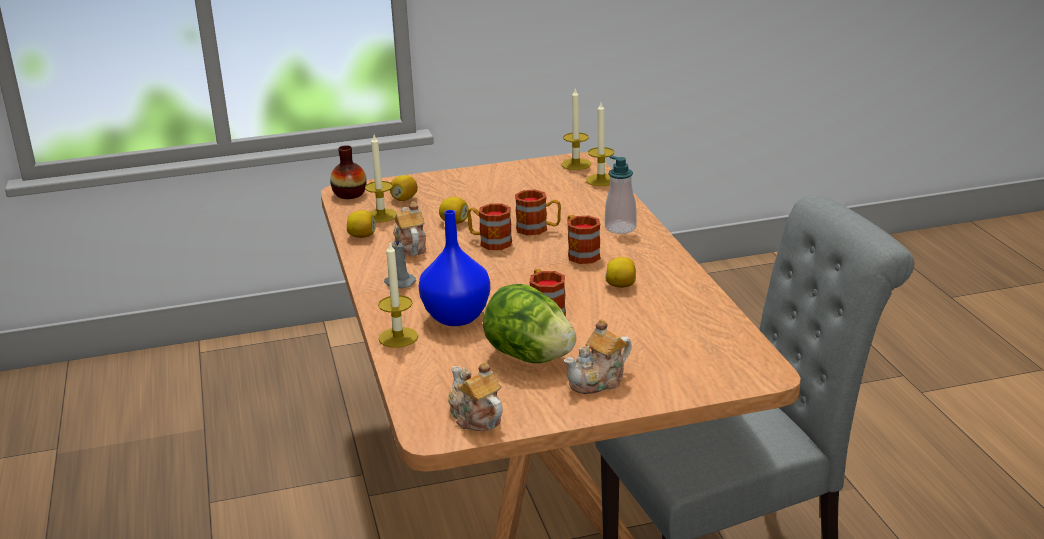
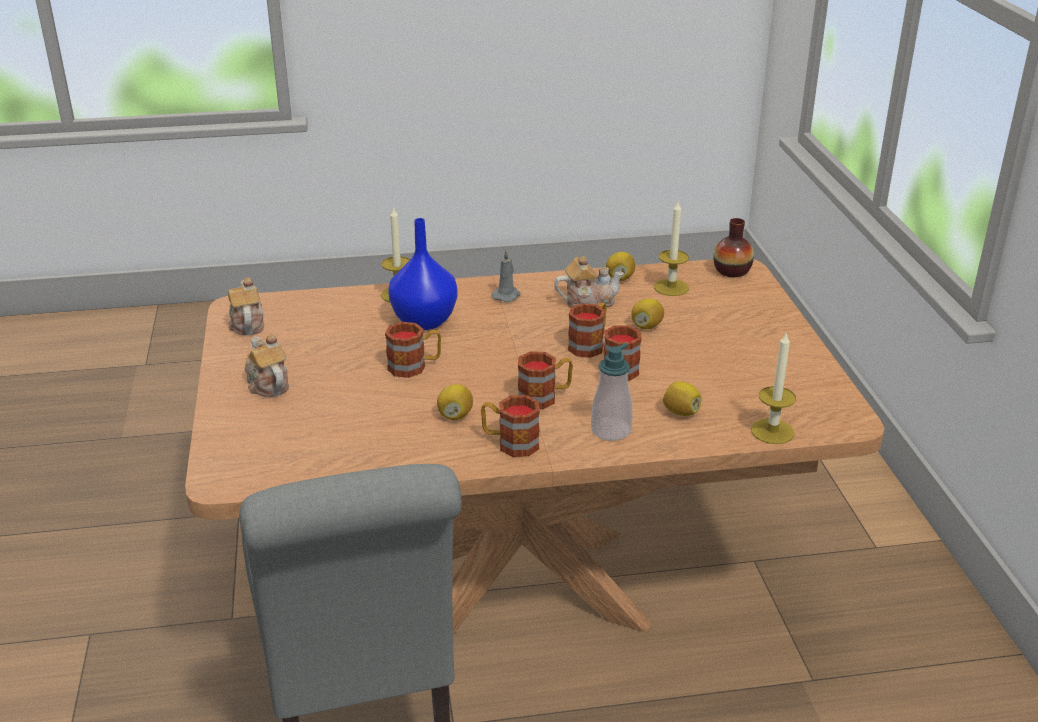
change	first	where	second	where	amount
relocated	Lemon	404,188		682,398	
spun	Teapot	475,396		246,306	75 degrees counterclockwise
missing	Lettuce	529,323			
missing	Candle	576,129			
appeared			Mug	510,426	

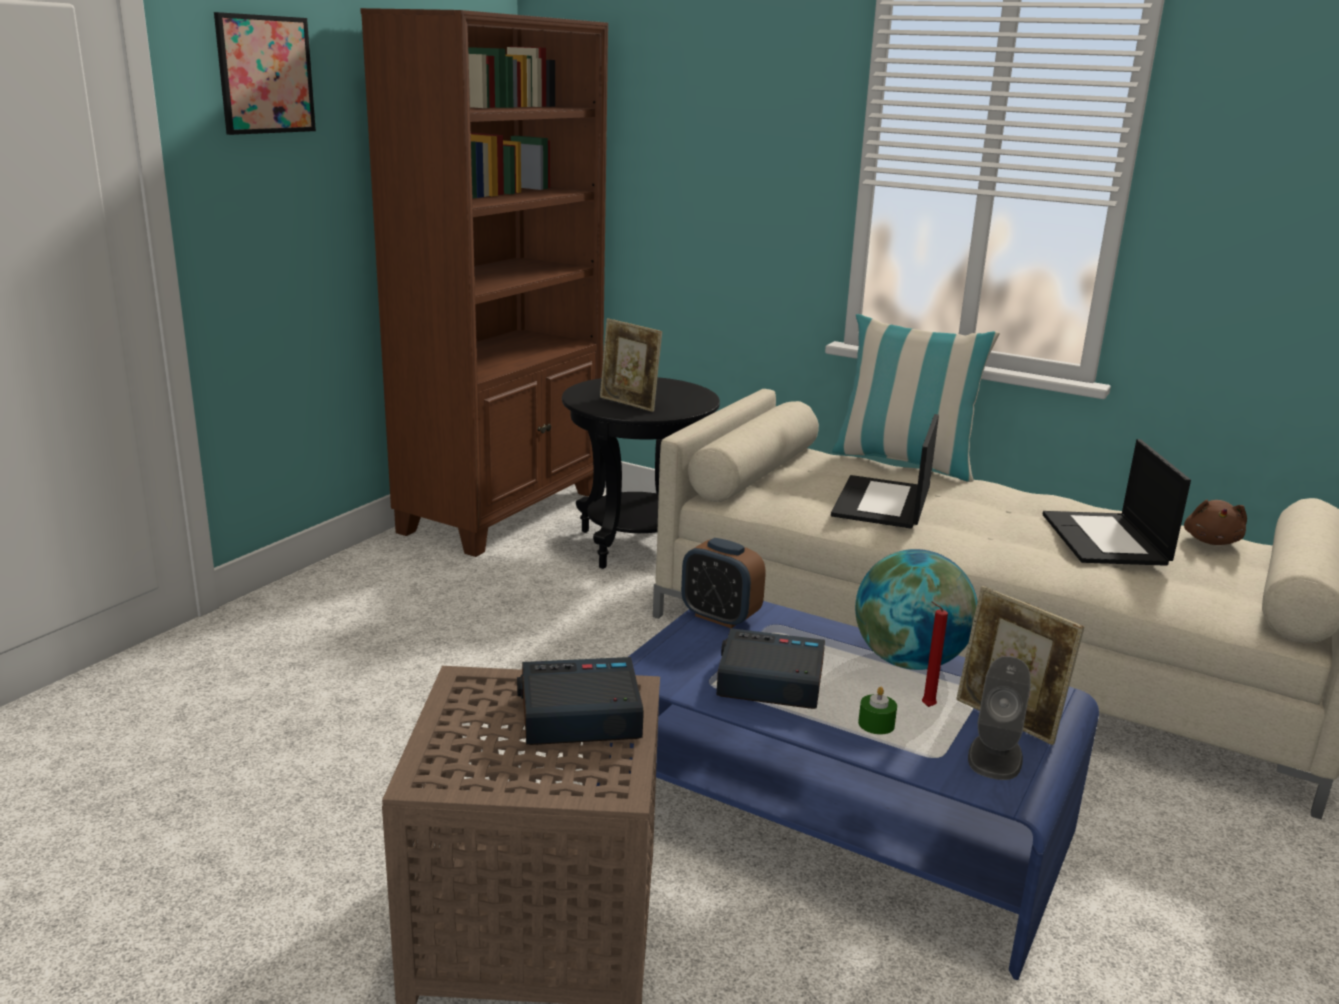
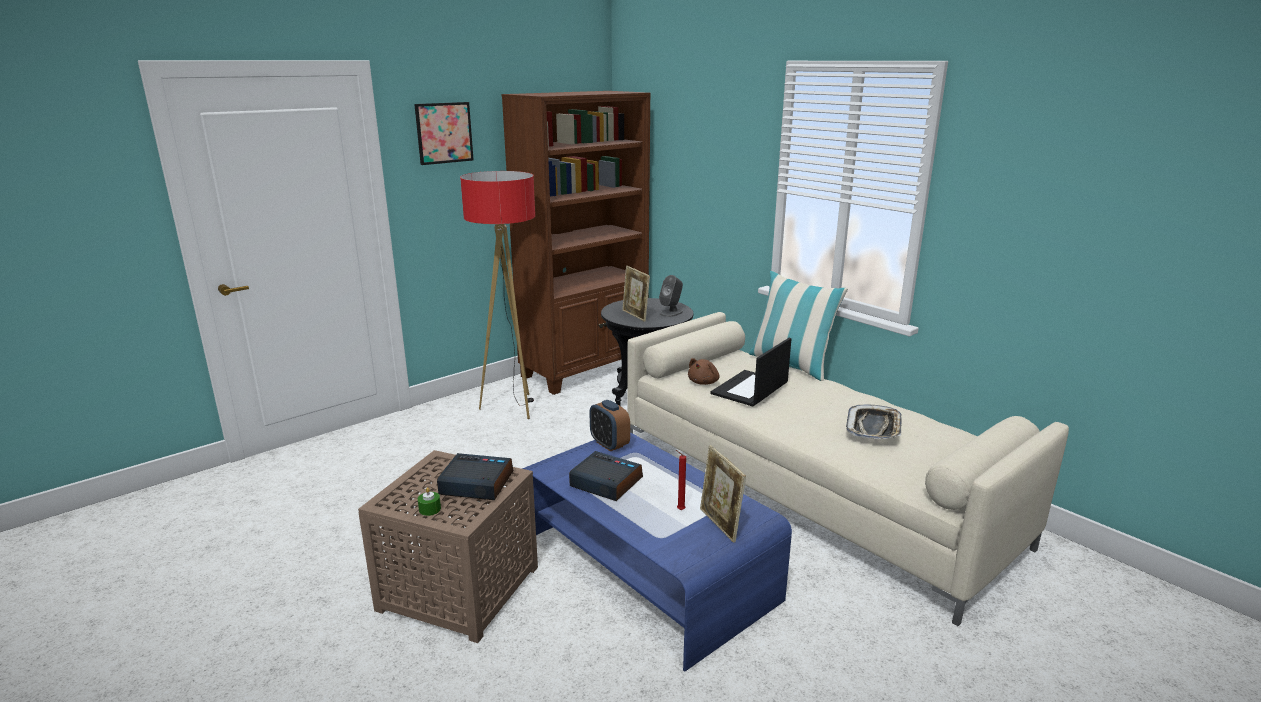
change	first	where	second	where	amount
missing	Globe	916,609			
relocated	GreenCandle	877,711		429,501	
relocated	GreySpeaker	999,718		671,296	
exchanged	Laptop	1117,502	Tray	873,421	
relocated	BrownPlushToy	1215,522		704,371	
appeared			FloorLamp	497,295	

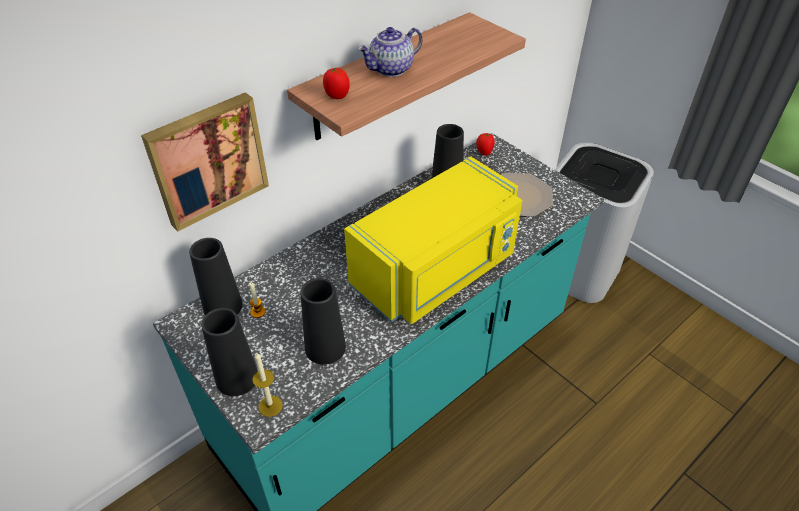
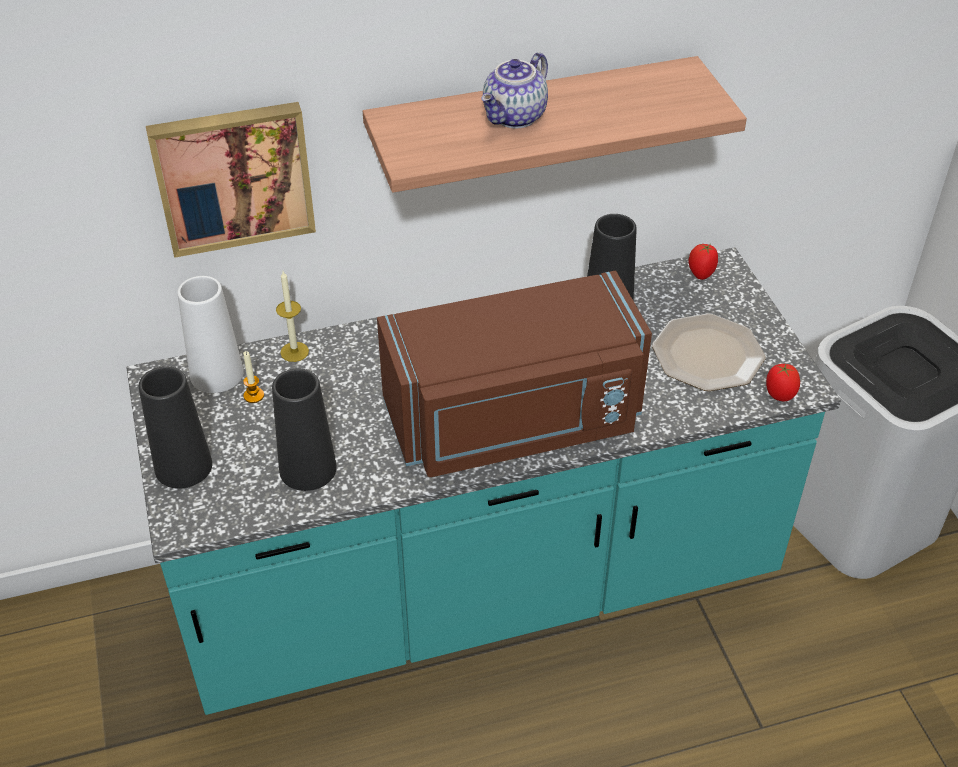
change	first	where	second	where	amount
colour	BlackVase	216,276	WhiteVase	210,334	
relocated	Candle	267,384		292,316	
relocated	Tomato	336,83		783,383	
colour	YellowMicrowave	433,240	BrownMicrowave	514,374	
spun	Teapot	390,52		514,90	45 degrees counterclockwise

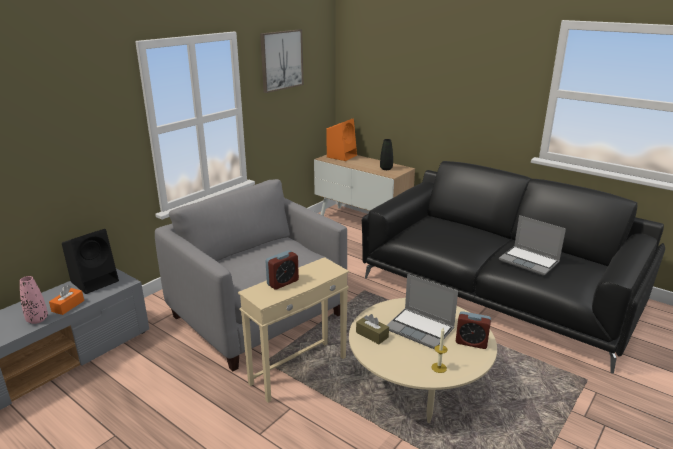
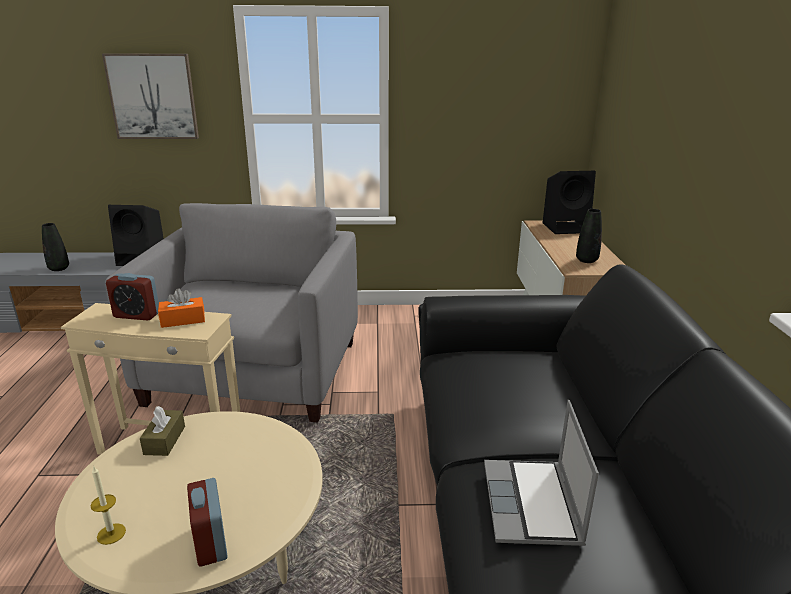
change	first	where	second	where	amount
colour	PinkVase	34,300	BlackVase	55,247	
relocated	OrangeTissueBox	66,300		181,308	
relocated	Picture	282,61		150,96	
colour	OrangeSpeaker	341,139	BlackSpeaker	569,202	
missing	Laptop	422,311			

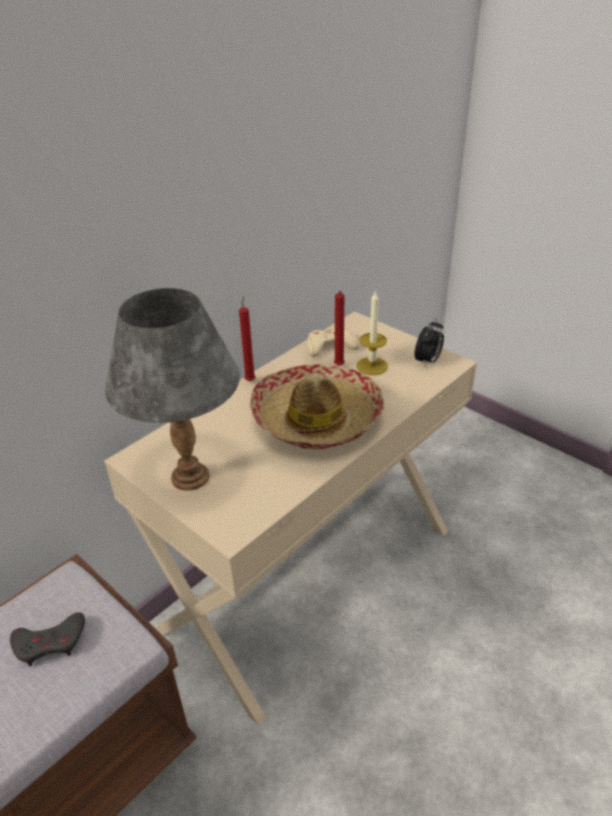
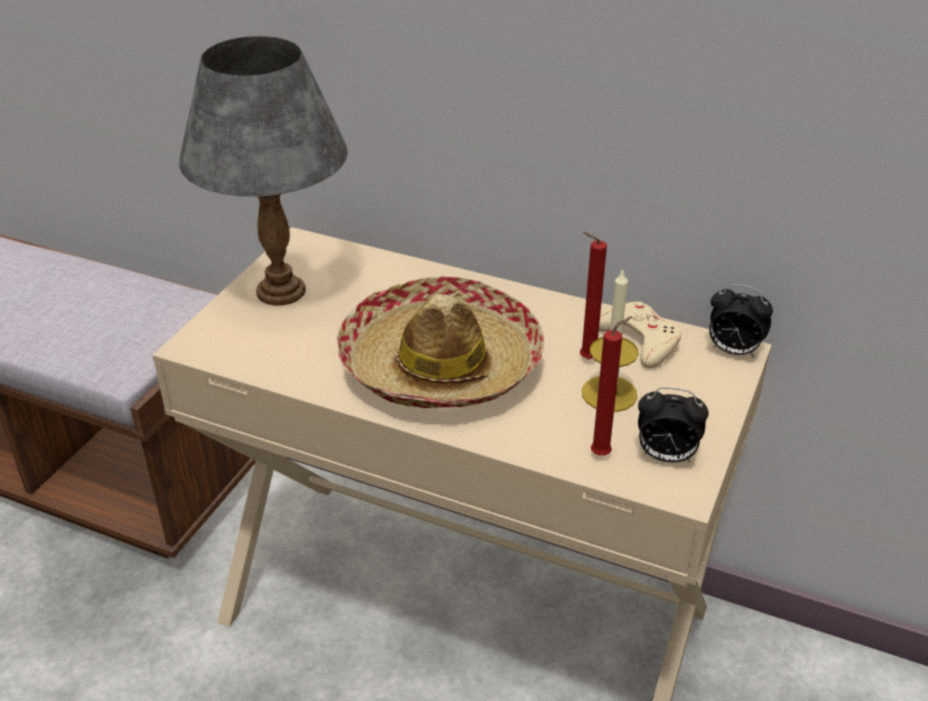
change	first	where	second	where	amount
missing	GreyGameController	47,639			
relocated	RedCandle	247,338		611,386	
appeared			AlarmClock	741,321	

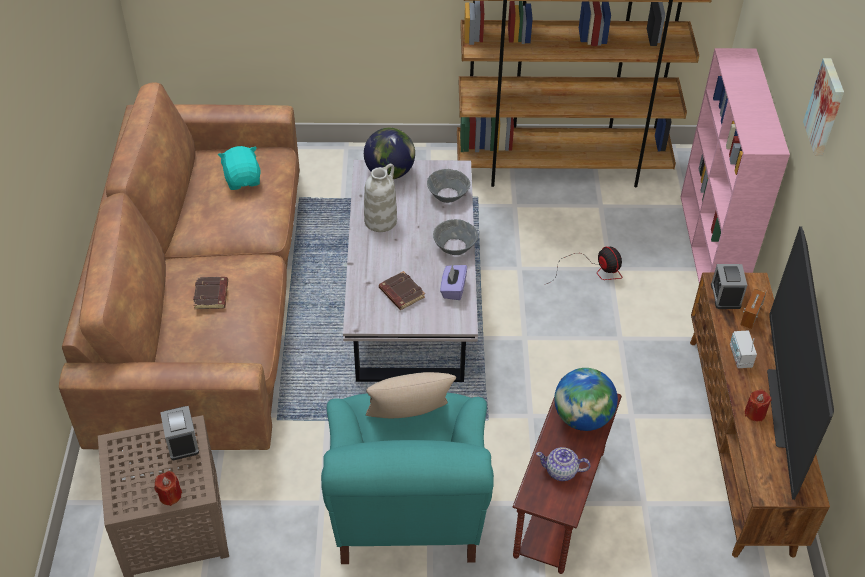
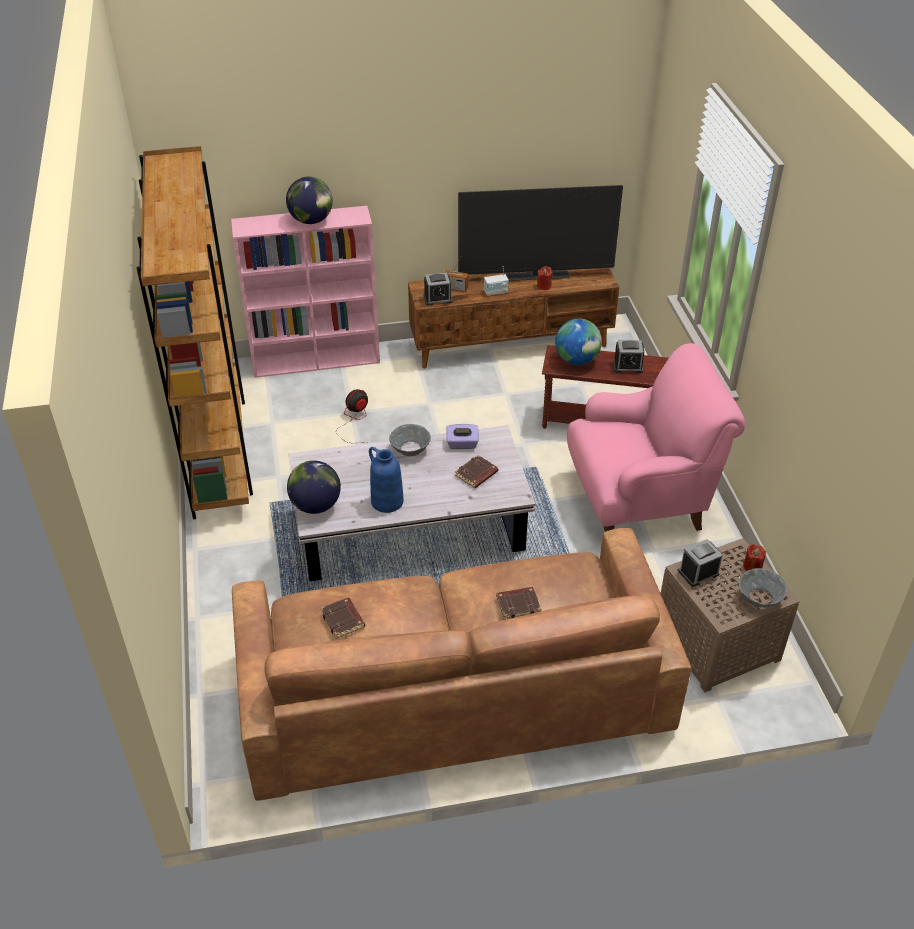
change	first	where	second	where	amount
exchanged	TurquoisePlushToy	239,168	BrownBook	342,618	
colour	TurquoiseArmchair	407,478	PinkArmchair	656,437	
colour	WhiteVase	380,198	BlueVase	386,480	
missing	BeigePillow	411,395			
relocated	GreyBowl	448,186		763,588	
exchanged	Teapot	563,464	AlarmClock	628,356	
missing	Picture	823,107			
appeared			Globe	309,200	

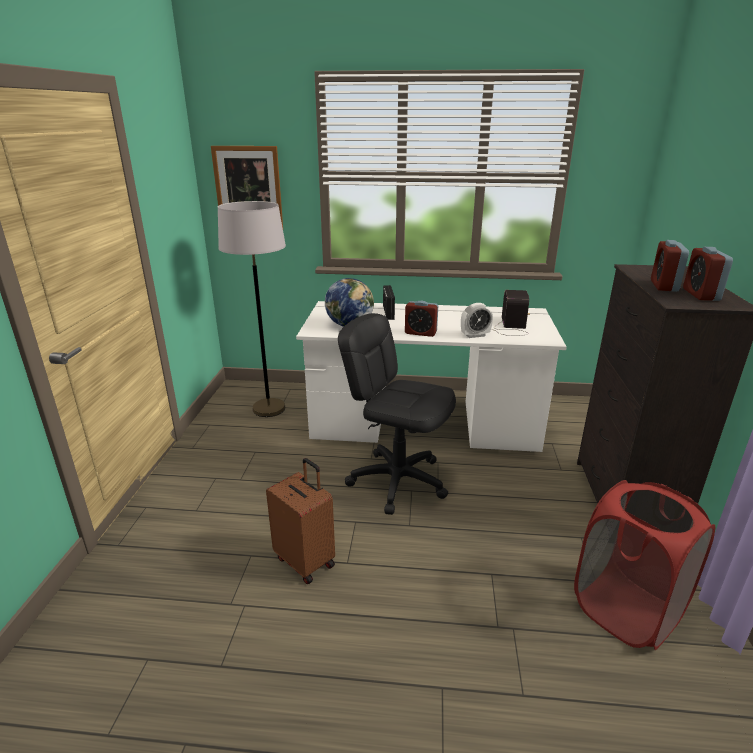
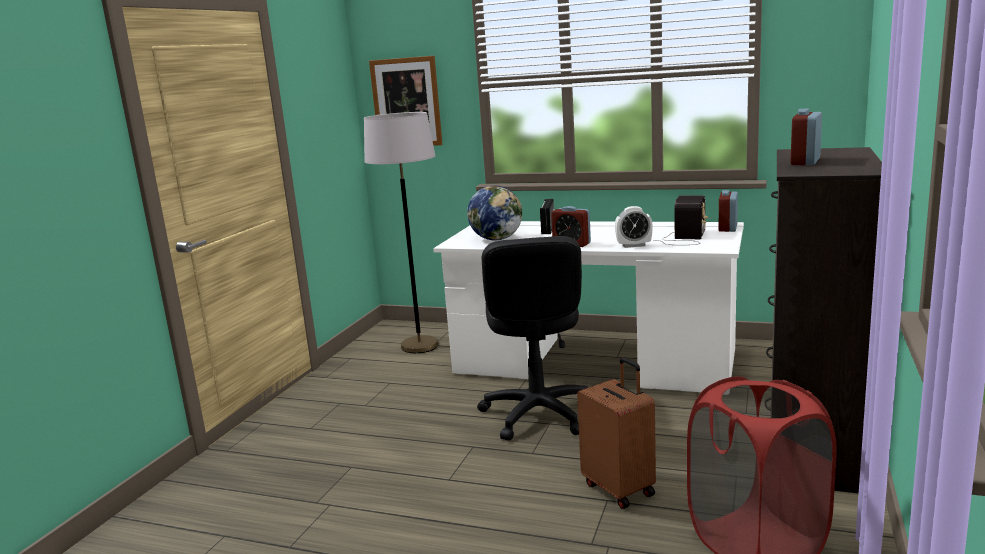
change	first	where	second	where	amount
relocated	BrownSuitcase	300,521		616,433	
spun	BlackOfficeChair	397,414		532,338	135 degrees counterclockwise
relocated	AlarmClock	708,274		728,211	

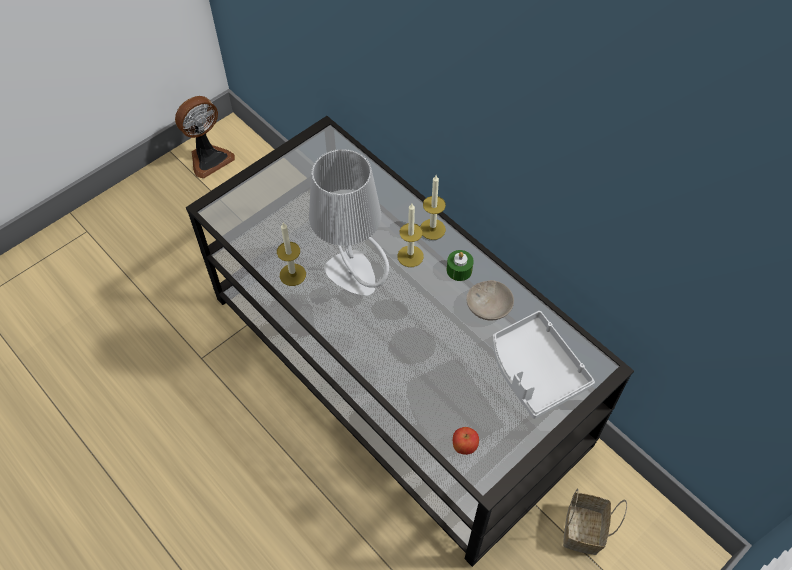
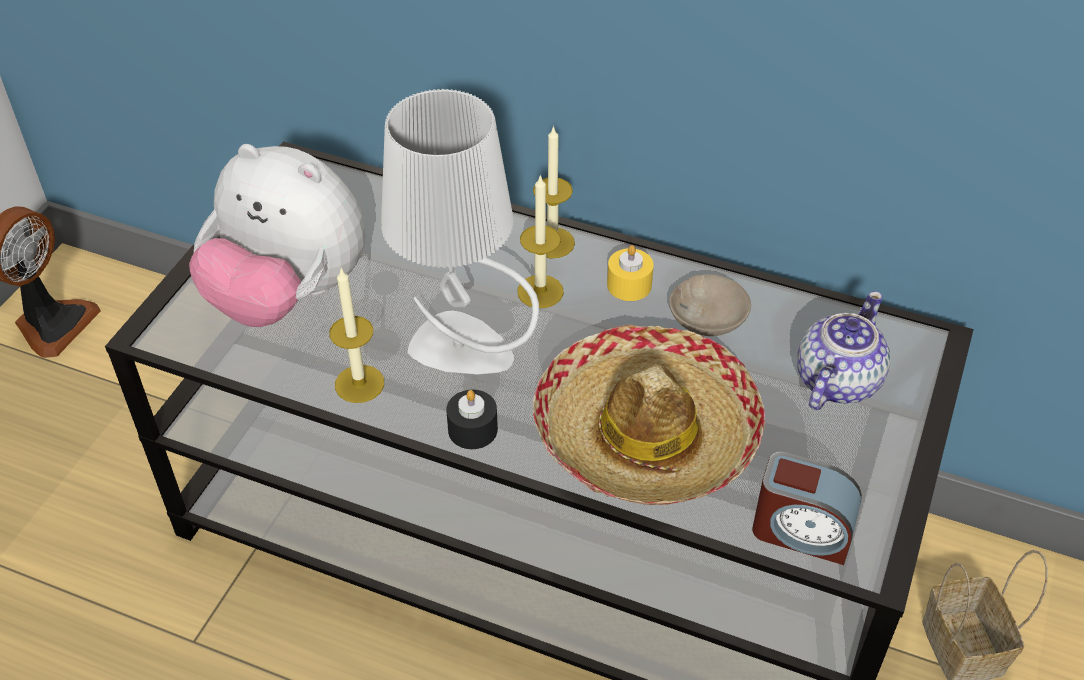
change	first	where	second	where	amount
colour	GreenCandle	460,265	YellowCandle	630,273	
exchanged	Apple	466,441	AlarmClock	807,508	
exchanged	GreyTray	544,365	Teapot	843,350	
appeared			PlushToy	277,235	
appeared			BlackCandle	472,419	
appeared			Hat	649,415	

